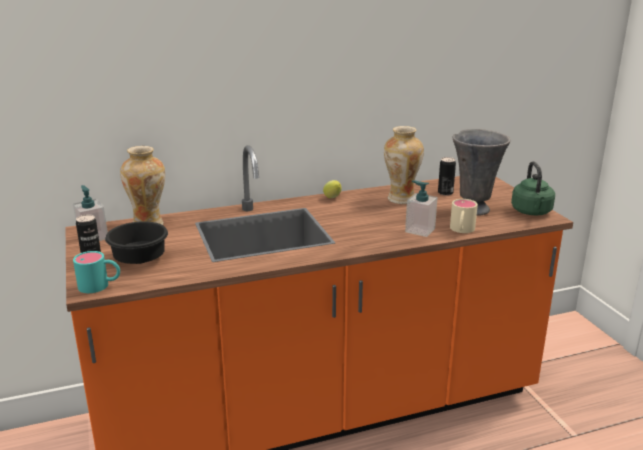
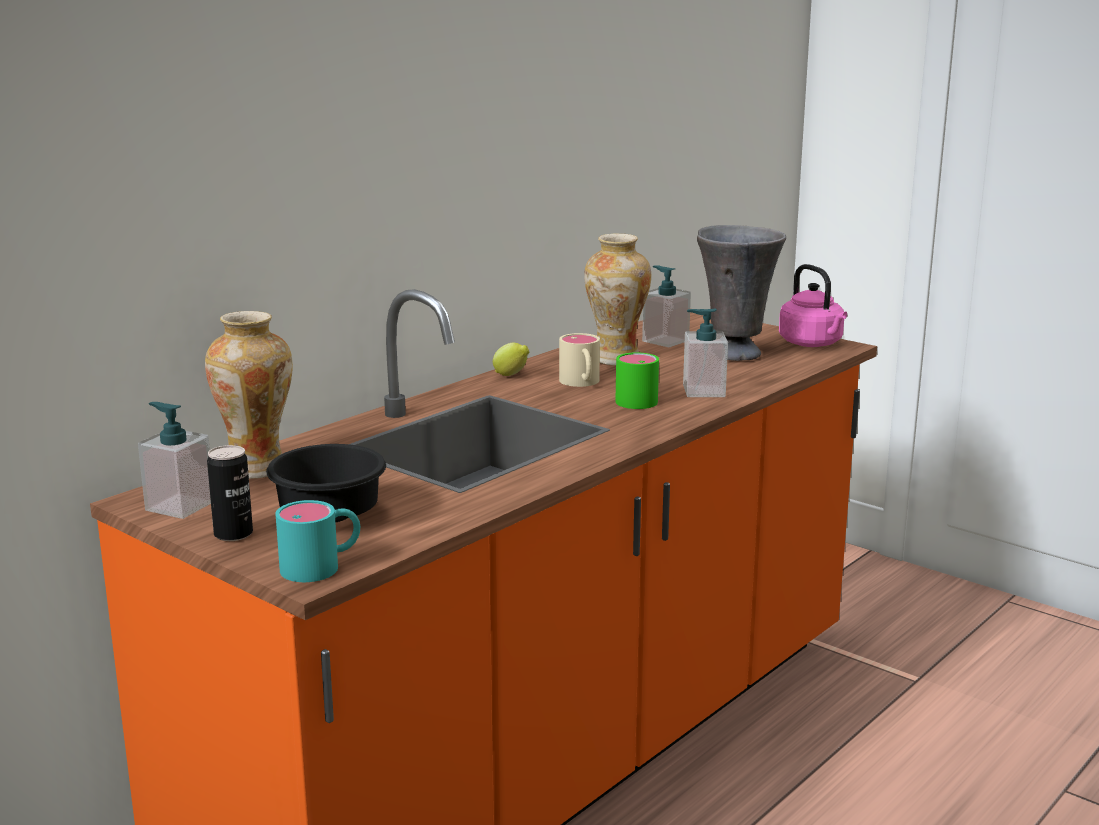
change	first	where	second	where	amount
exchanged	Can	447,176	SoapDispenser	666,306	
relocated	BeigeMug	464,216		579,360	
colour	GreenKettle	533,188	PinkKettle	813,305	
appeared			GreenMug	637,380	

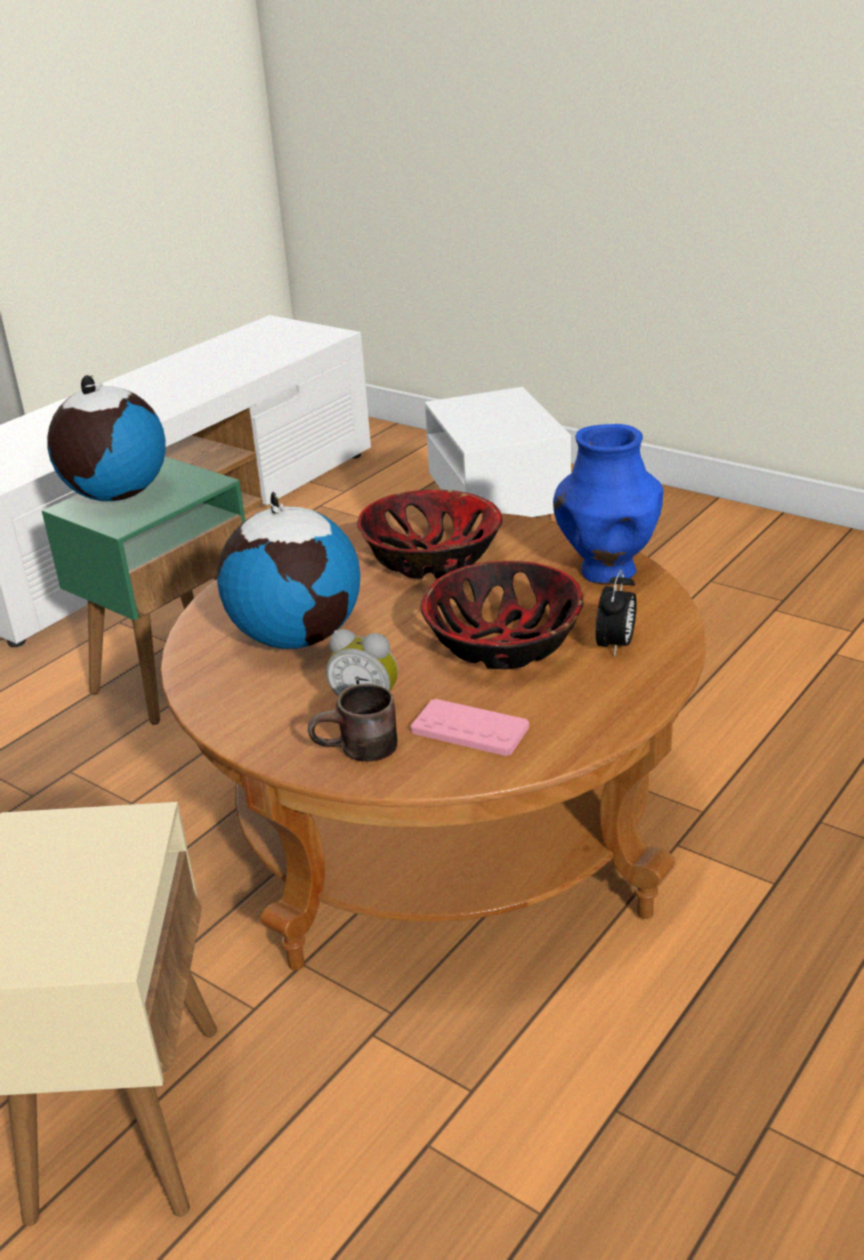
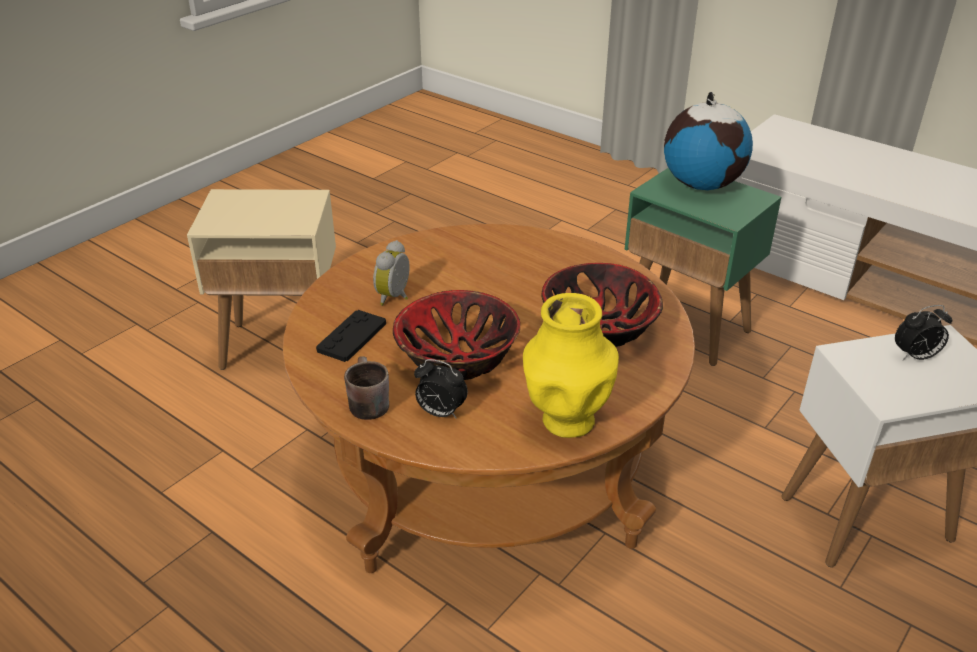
change	first	where	second	where	amount
missing	Globe	289,570			
relocated	BrownMug	352,722		366,388	
colour	PinkGameController	470,727	BlackGameController	351,336	
colour	BlueVase	608,504	YellowVase	571,365	
appeared			AlarmClock	923,332	

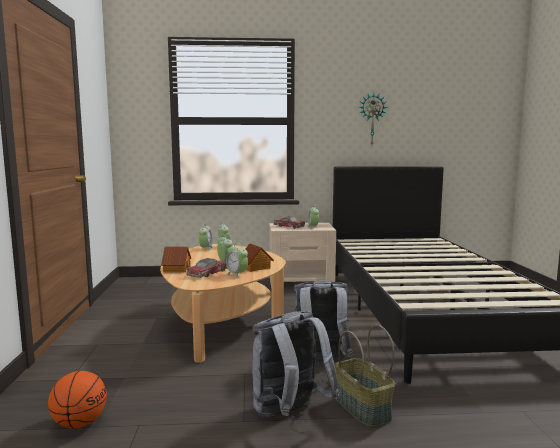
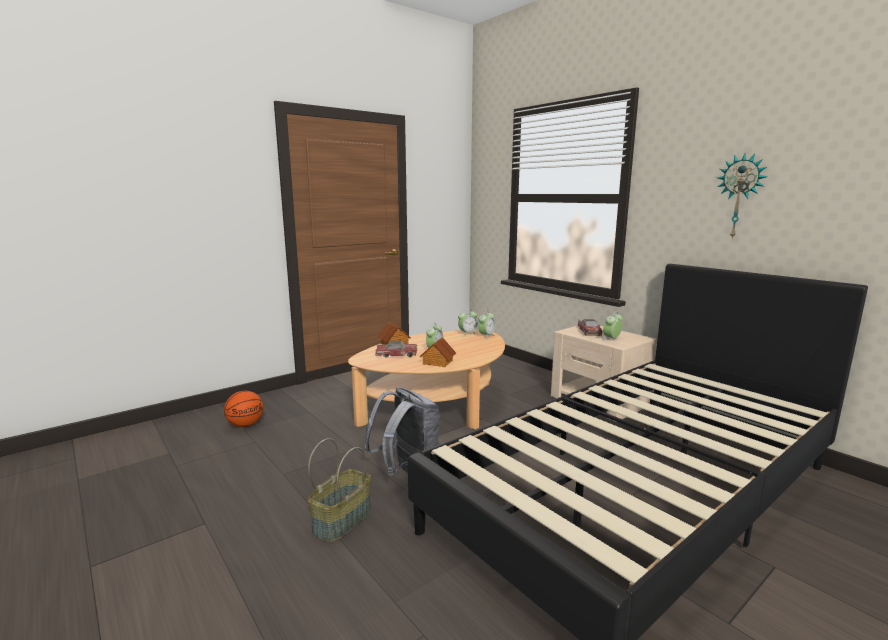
change	first	where	second	where	amount
missing	AlarmClock	237,261			
missing	GreyBackpack	296,364			

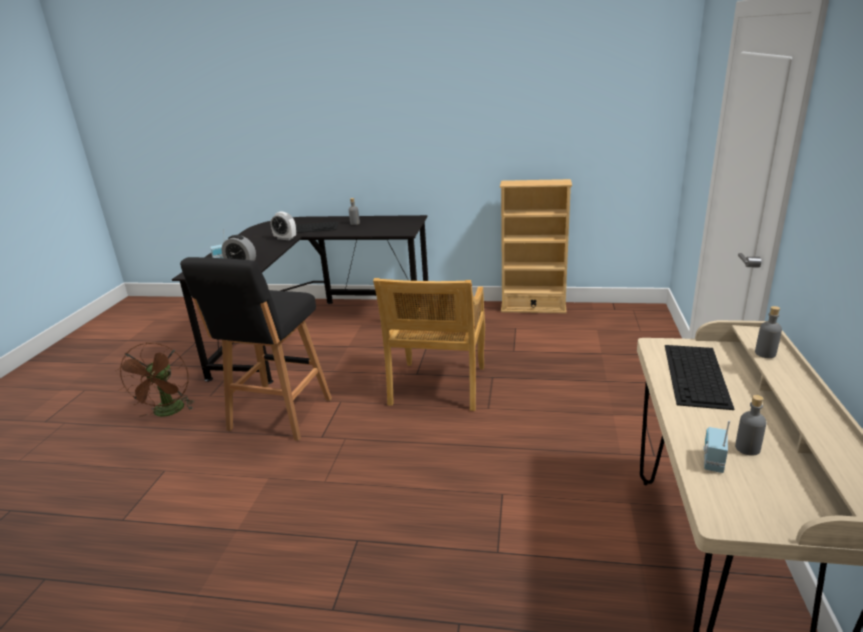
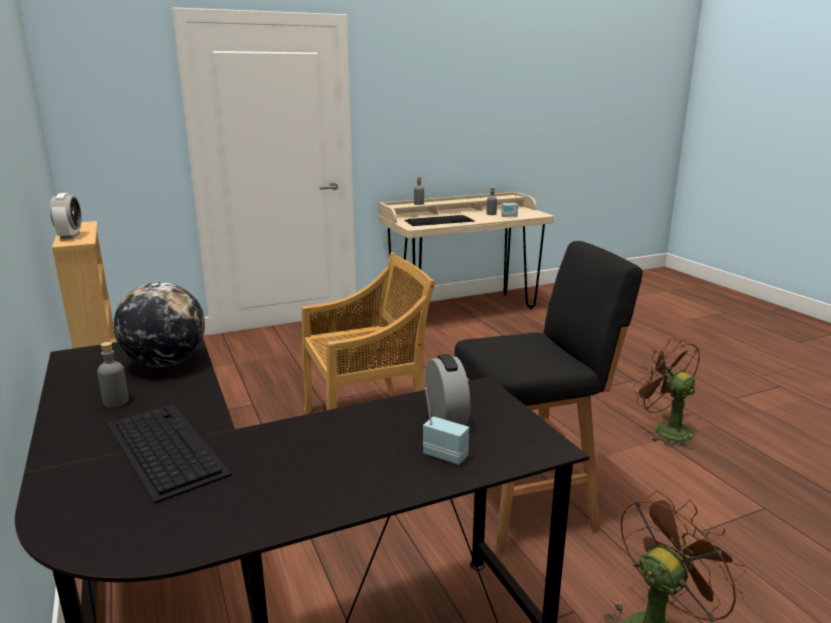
change	first	where	second	where	amount
relocated	AlarmClock	283,225		66,216	
appeared			Globe	159,324	
appeared			BrownFan	666,394	

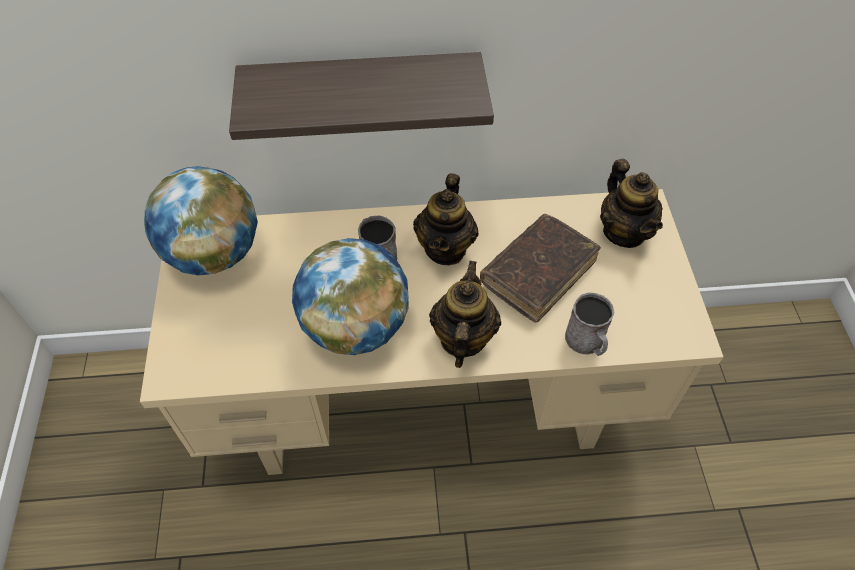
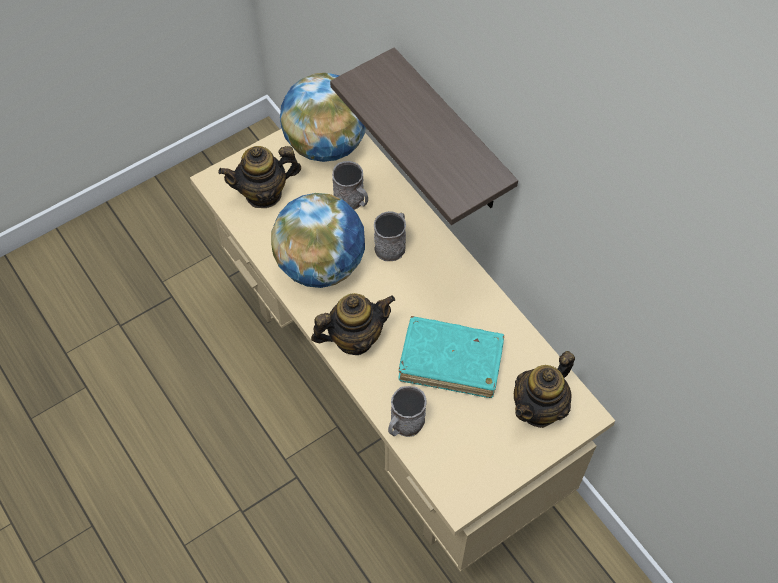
change	first	where	second	where	amount
relocated	Teapot	445,219		259,177	
colour	BrownBook	540,268	TurquoiseBook	451,357	
appeared			GreyMug	350,185	

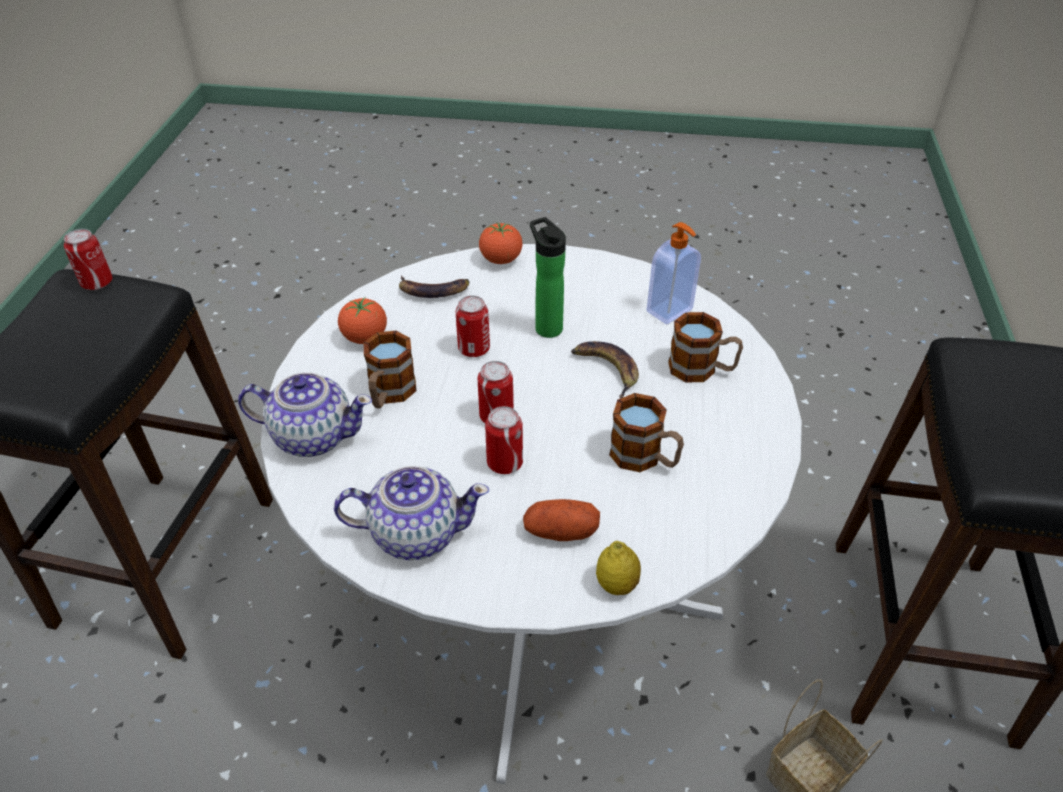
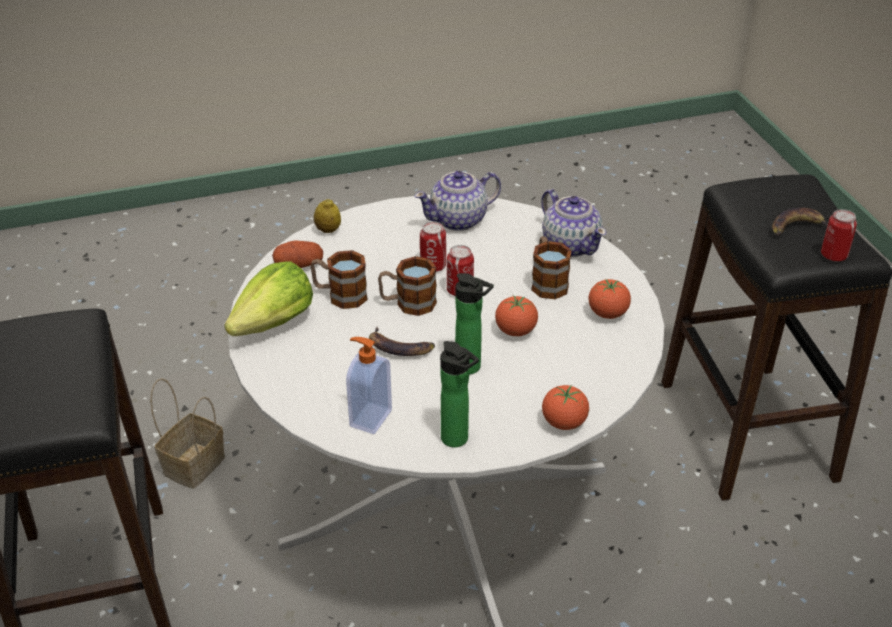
change	first	where	second	where	amount
spun	Teapot	305,414		573,223	105 degrees counterclockwise
relocated	Banana	434,287		800,222	
exchanged	Can	473,326	Tomato	516,315	
relocated	Potato	561,520		297,254	
relocated	Mug	705,347		407,286	
appeared			Lettuce	268,299	
appeared			Bottle	459,394	

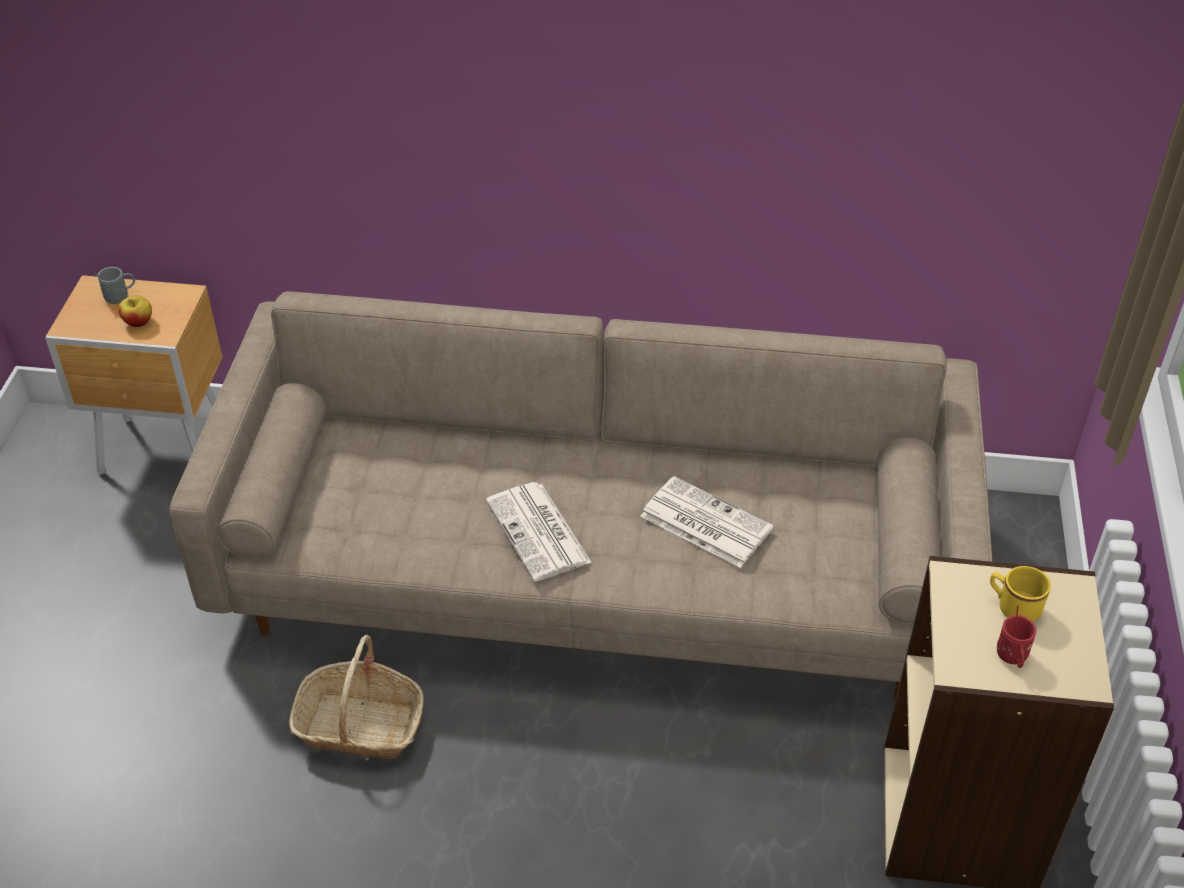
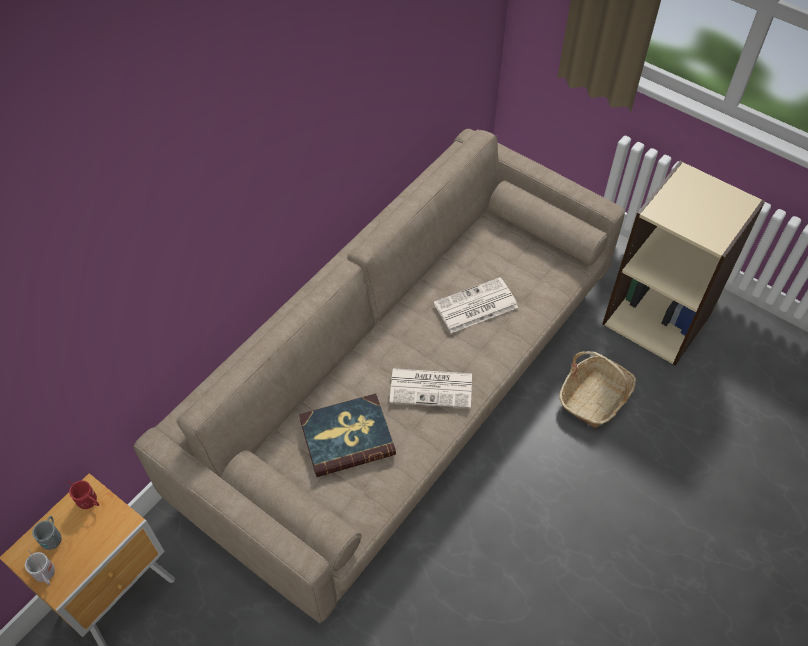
change	first	where	second	where	amount
missing	Apple	135,311			
relocated	Basket	356,697		597,389	
missing	YellowMug	1020,594			
relocated	RedMug	1017,636		83,494	
appeared			WhiteMug	40,567	
appeared			Book	347,435	

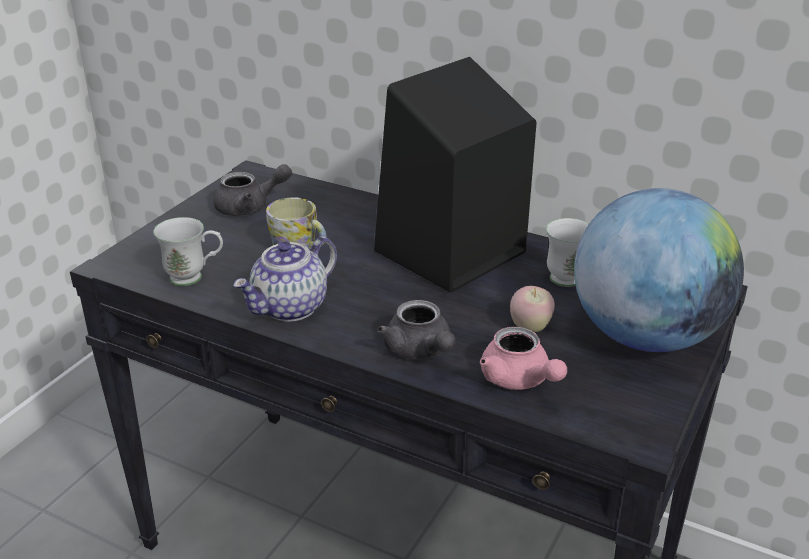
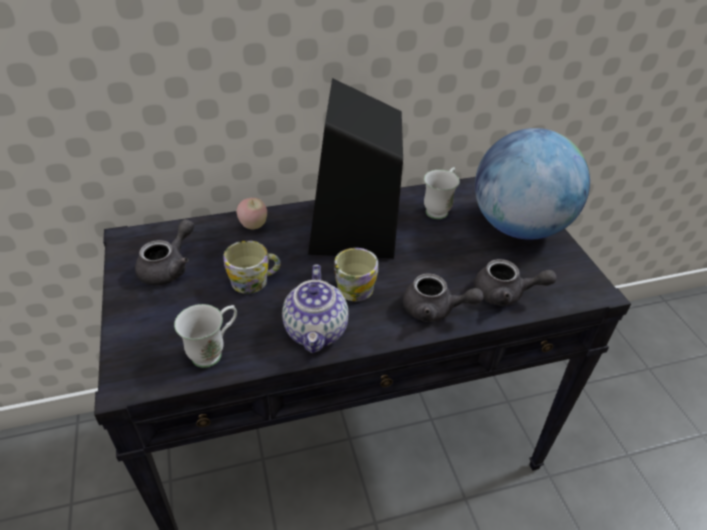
change	first	where	second	where	amount
colour	PinkTeapot	523,358	GreyTeapot	515,282	
relocated	Apple	532,309		251,213	
appeared			Mug	356,274	

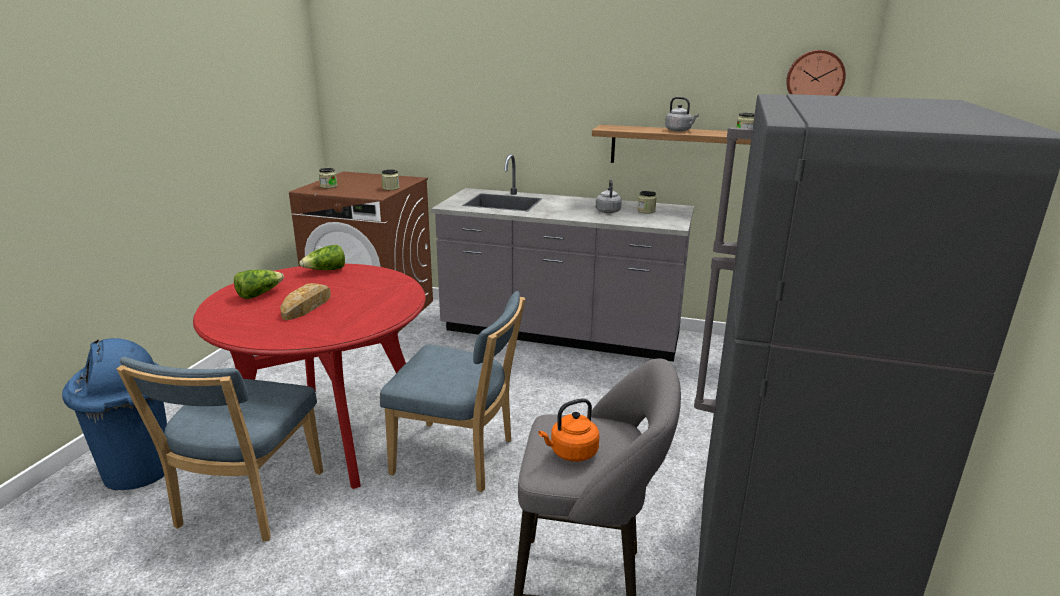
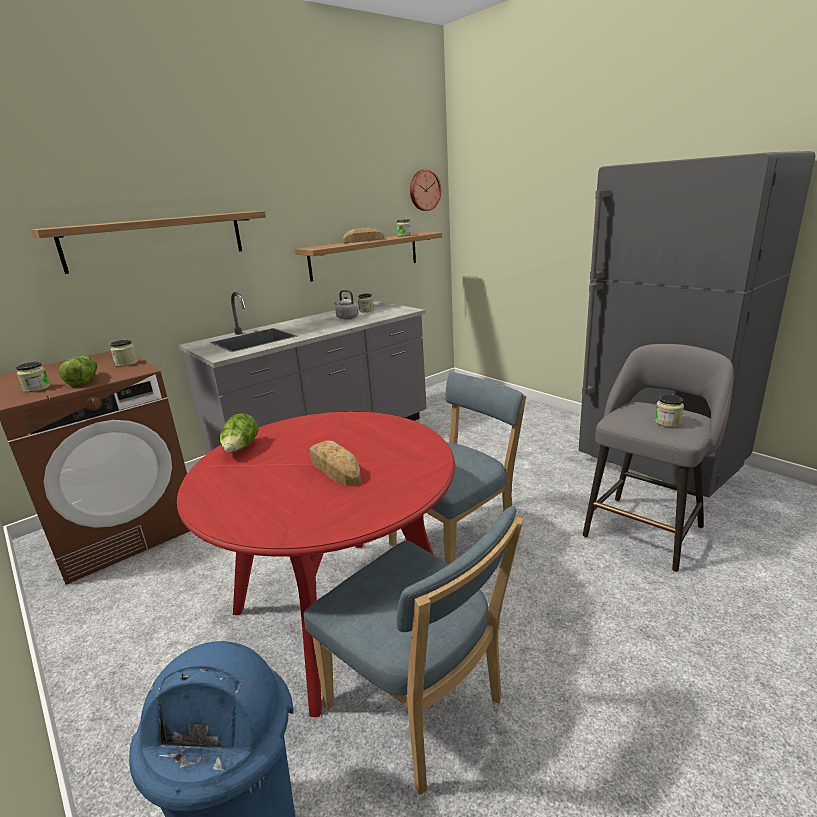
change	first	where	second	where	amount
relocated	Lettuce	259,284		78,371	
exchanged	OrangeKettle	568,430	Jar	669,410	
exchanged	GreyKettle	682,114	Bread	363,235	
appeared			Shelf	148,242	

